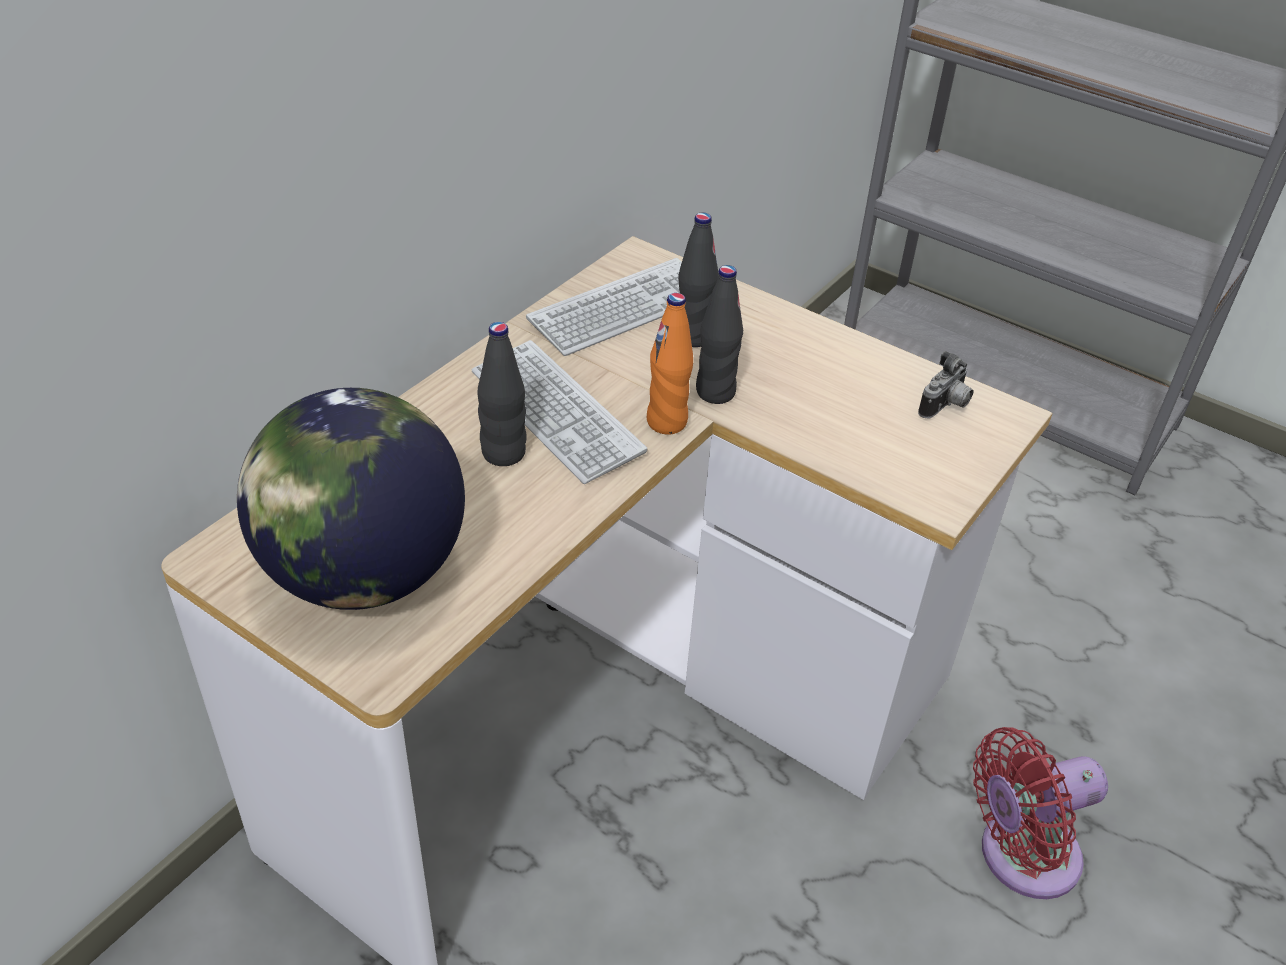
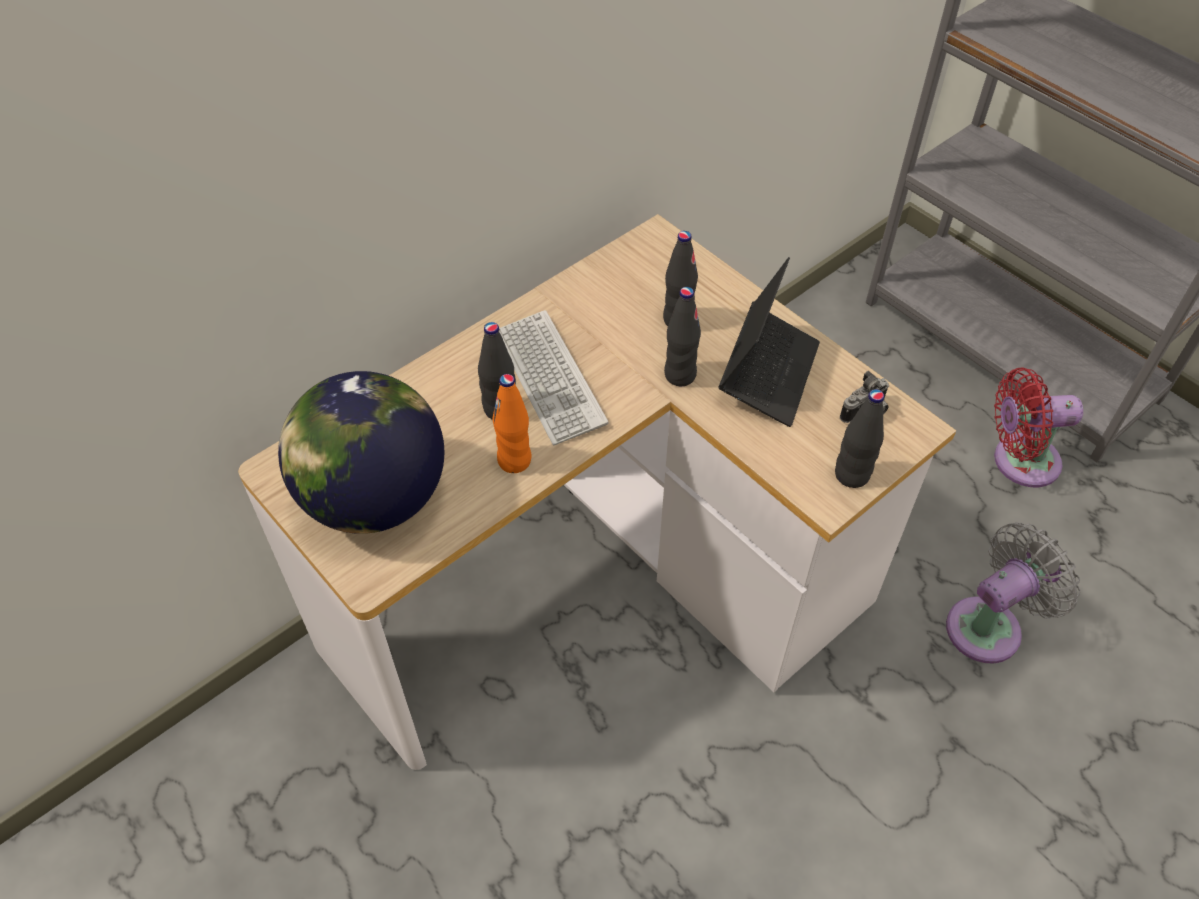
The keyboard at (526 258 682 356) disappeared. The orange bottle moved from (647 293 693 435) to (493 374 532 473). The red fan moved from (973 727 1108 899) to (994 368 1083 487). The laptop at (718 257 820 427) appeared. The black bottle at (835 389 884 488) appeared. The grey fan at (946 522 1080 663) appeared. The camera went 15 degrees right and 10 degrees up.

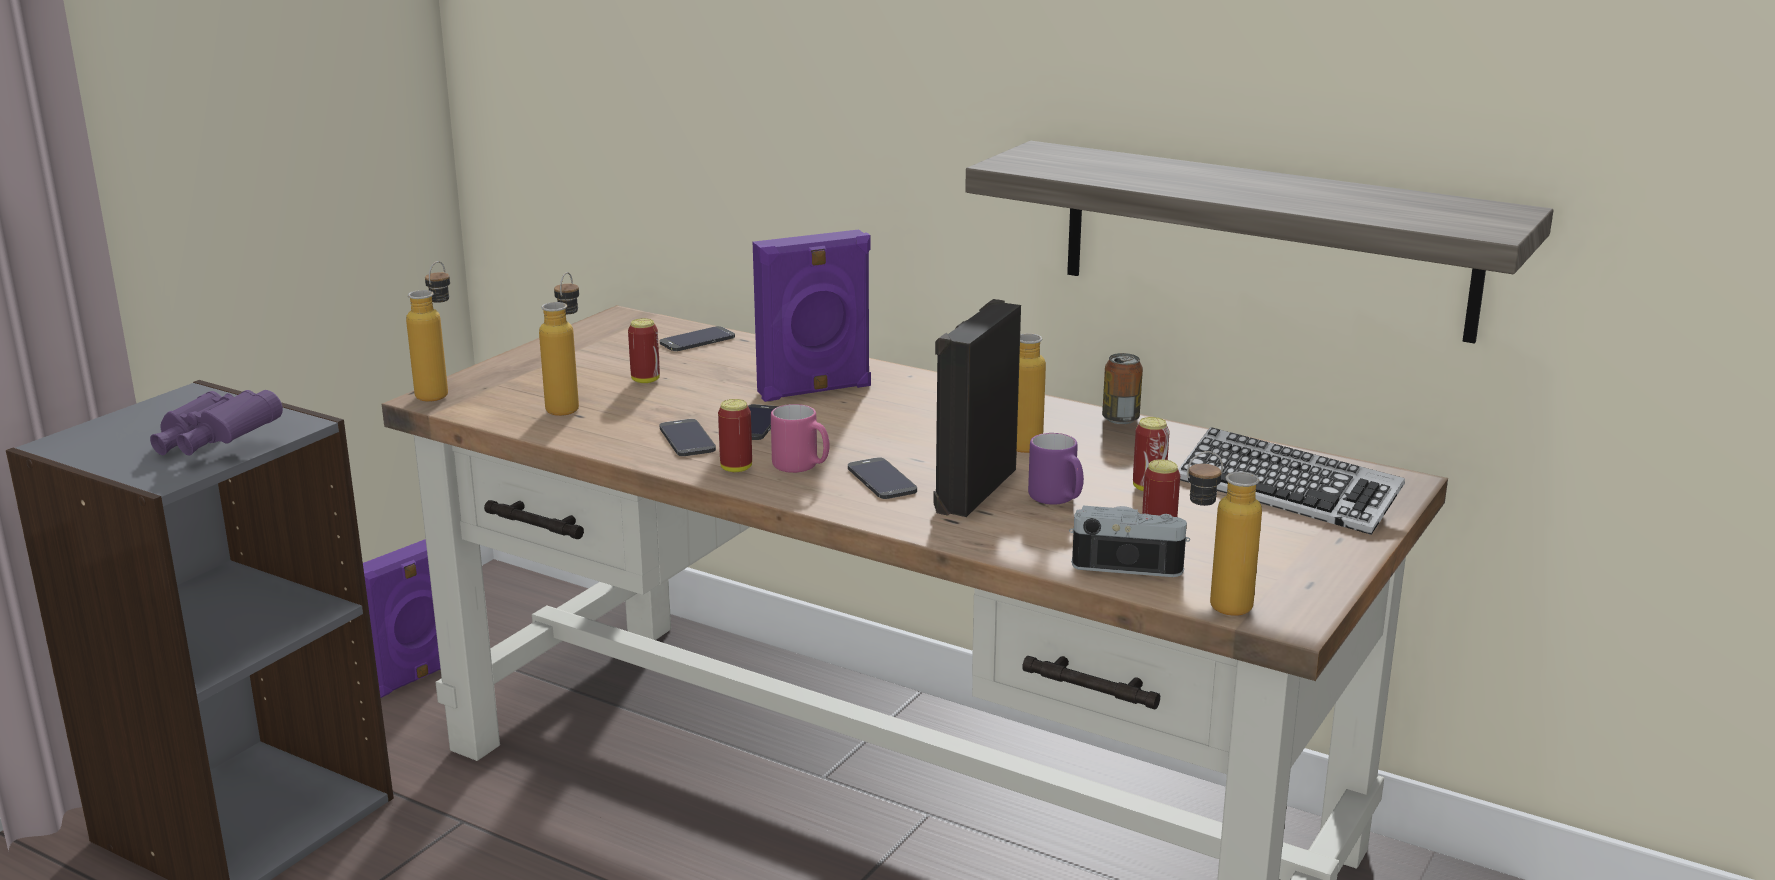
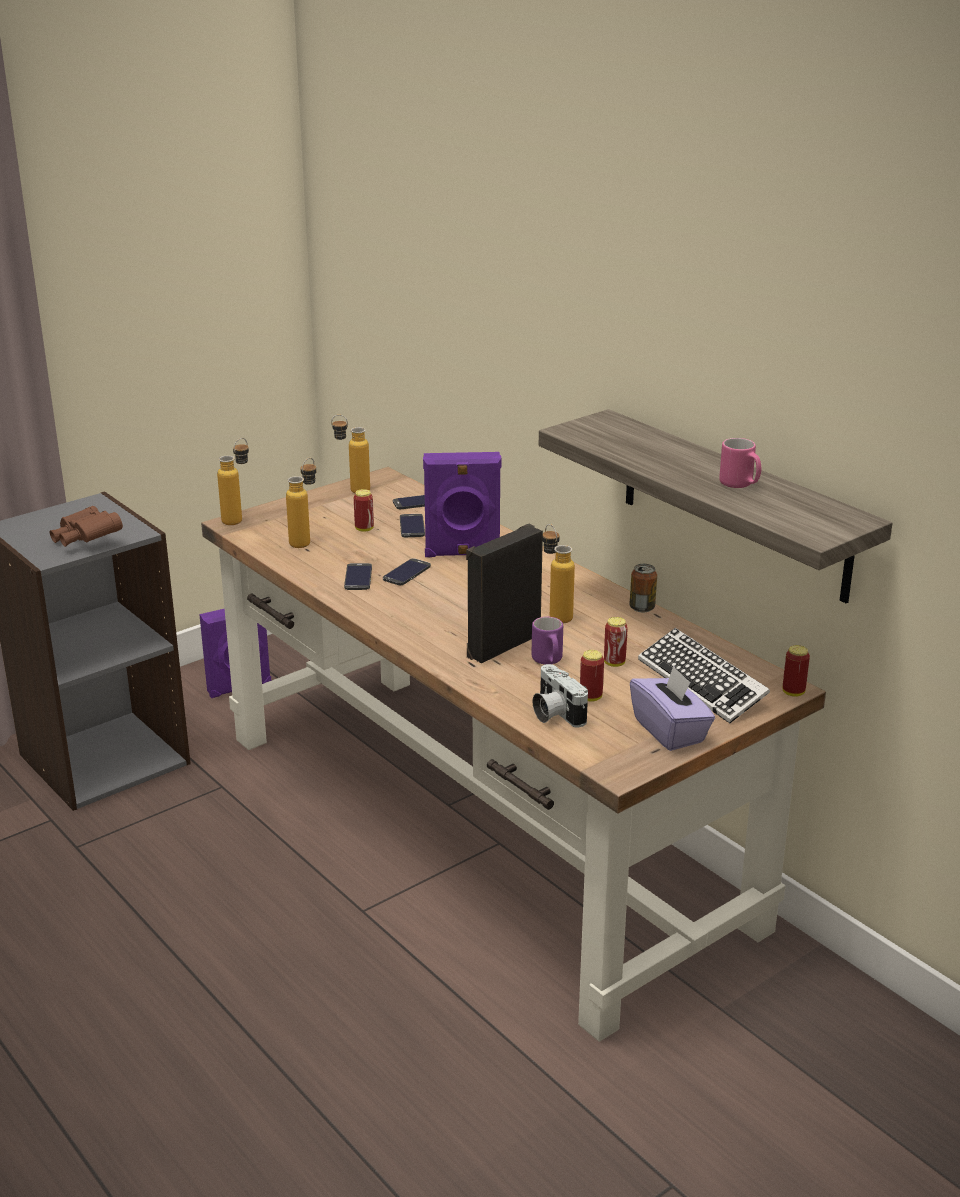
The purple binoculars at (150 390 283 456) became the brown binoculars at (50 506 123 547). The can moved from (718 399 752 472) to (783 645 810 697). The pink mug moved from (771 404 830 473) to (719 438 761 488). The phone moved from (848 457 917 499) to (400 514 425 537). The photo camera at (1069 506 1190 577) turned 150 degrees counterclockwise. The bottle moved from (1187 451 1262 616) to (331 415 370 493). The purple tissue box at (630 665 715 751) appeared. The camera went 20 degrees right and 5 degrees up.

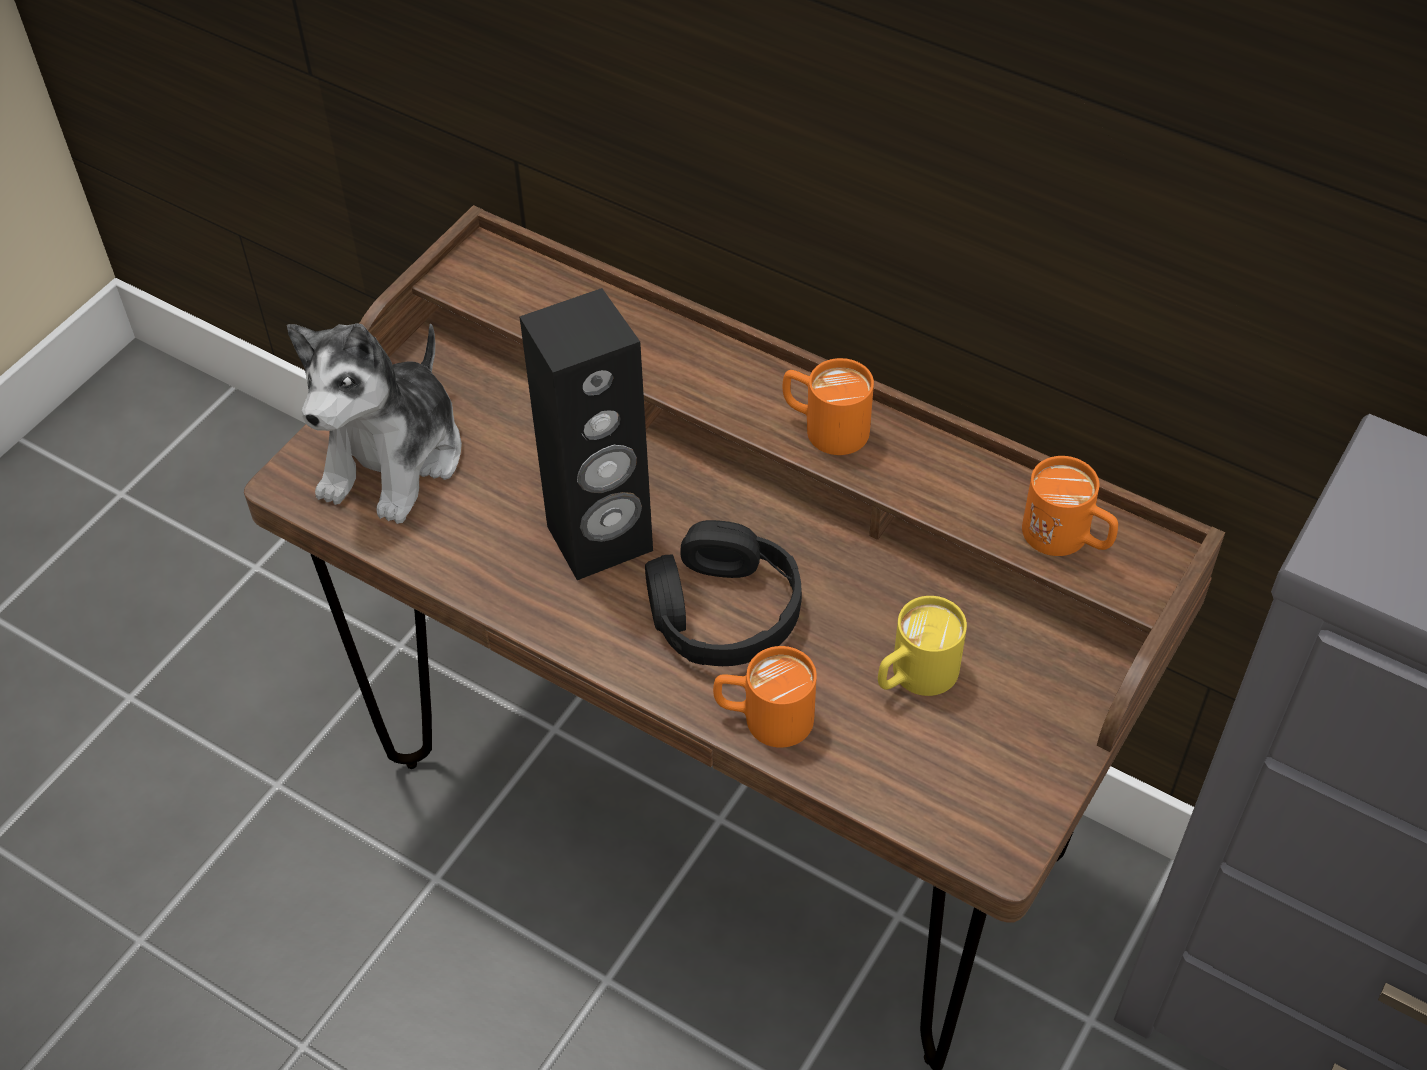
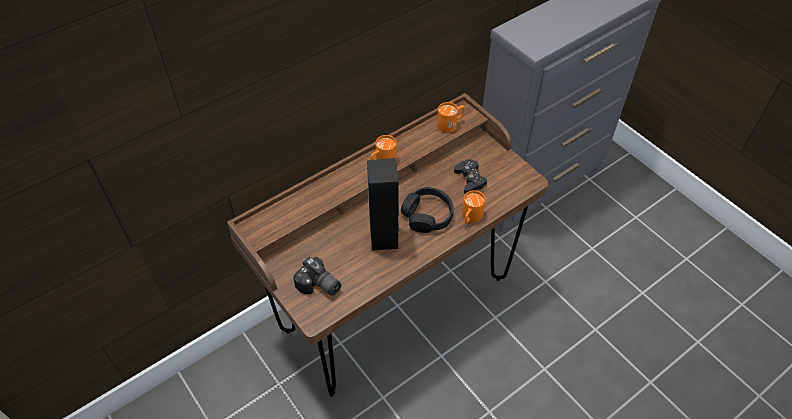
The plush toy at (287 323 462 524) was replaced by the photo camera at (293 256 341 296). The yellow mug at (878 596 967 696) was replaced by the black game controller at (454 159 487 194). The camera went 70 degrees left and 0 degrees up.

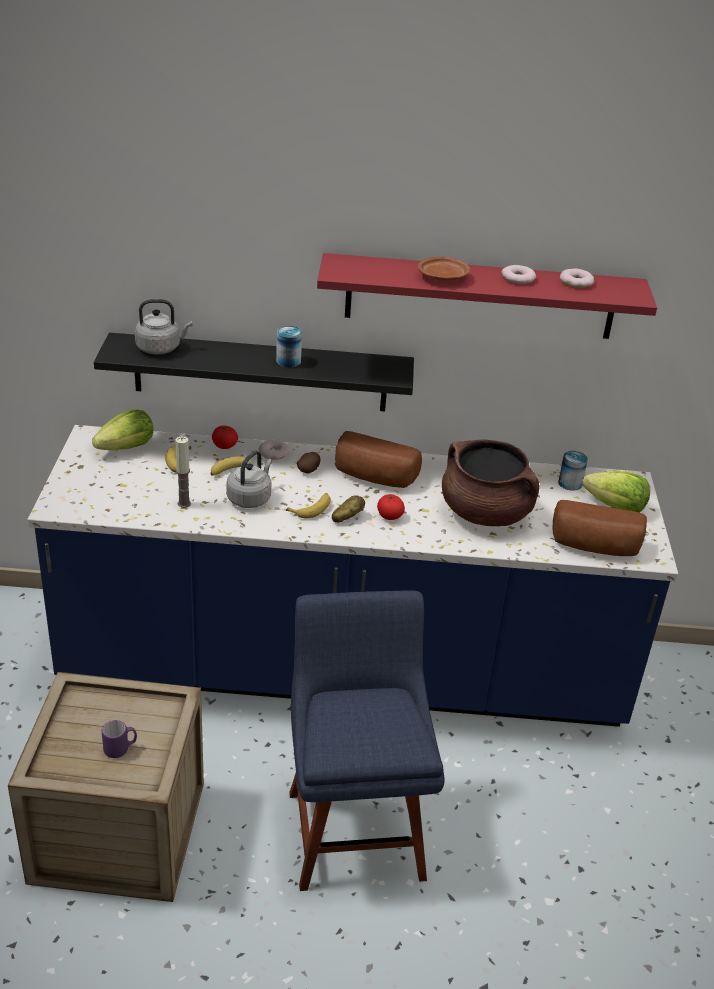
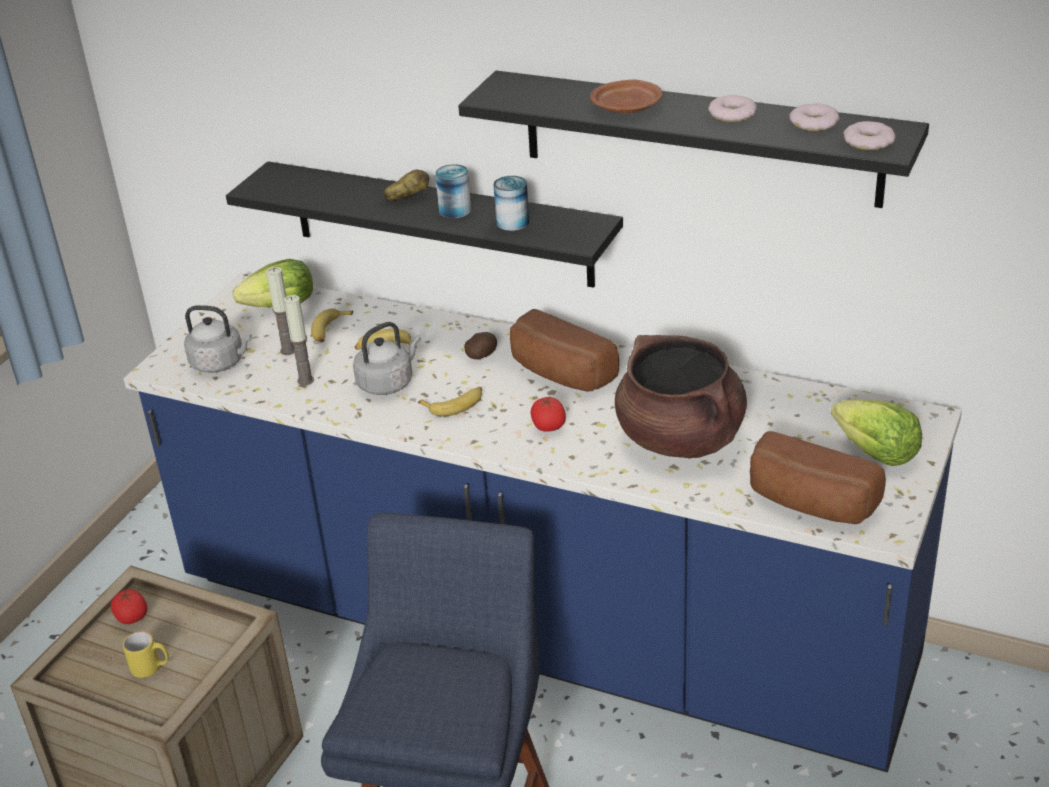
The purple mug at (102 720 137 758) became the yellow mug at (123 631 169 678). The grey kettle moved from (135 299 193 354) to (184 305 252 373). The tomato moved from (212 425 238 449) to (111 589 147 624). The donut moved from (258 440 290 460) to (843 121 896 150). The red shelf at (317 253 657 339) became the black shelf at (458 71 929 208). The potato moved from (332 495 365 523) to (384 170 429 201). The can moved from (558 451 588 491) to (494 176 529 231). The candle at (266 267 294 355) appeared. The camera went 25 degrees right and 0 degrees up.

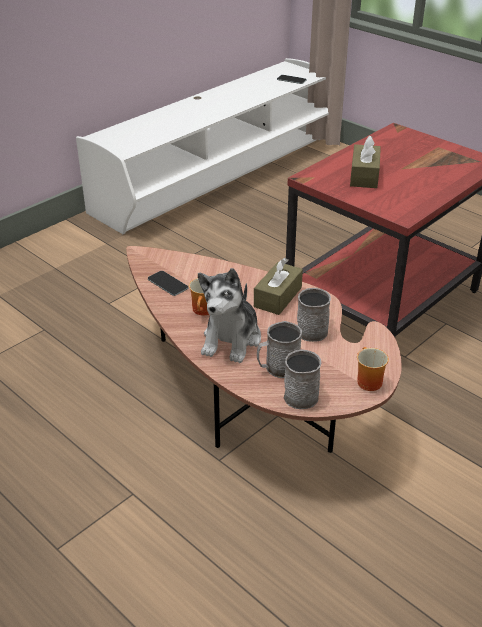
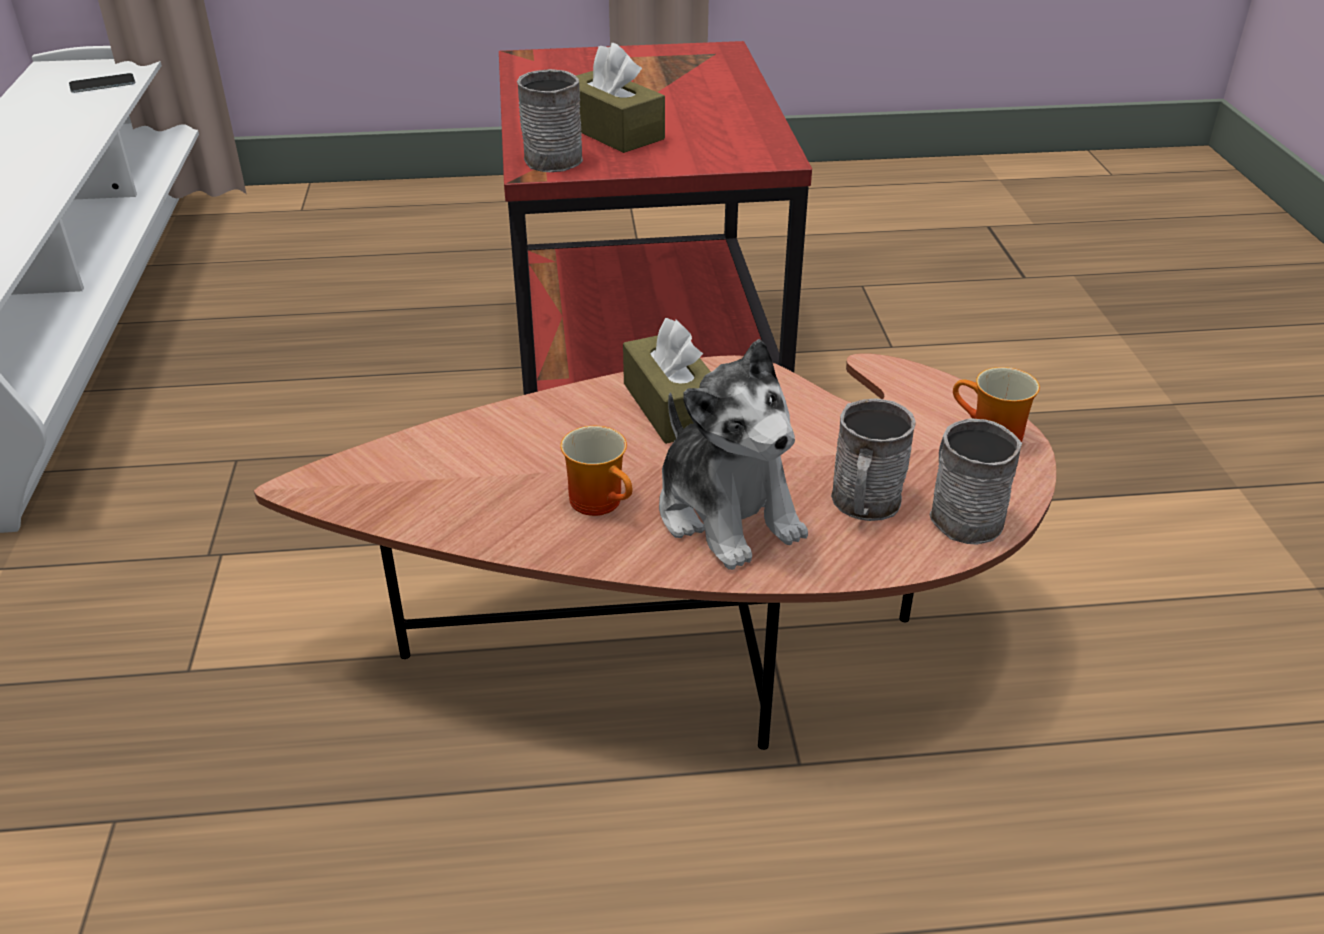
The phone at (148 271 188 296) disappeared. The grey mug moved from (297 288 331 342) to (517 69 583 172). The camera went 50 degrees left and 0 degrees up.

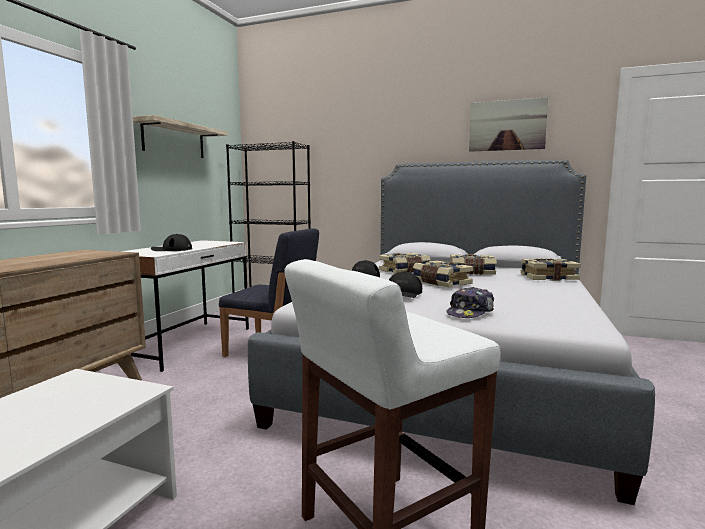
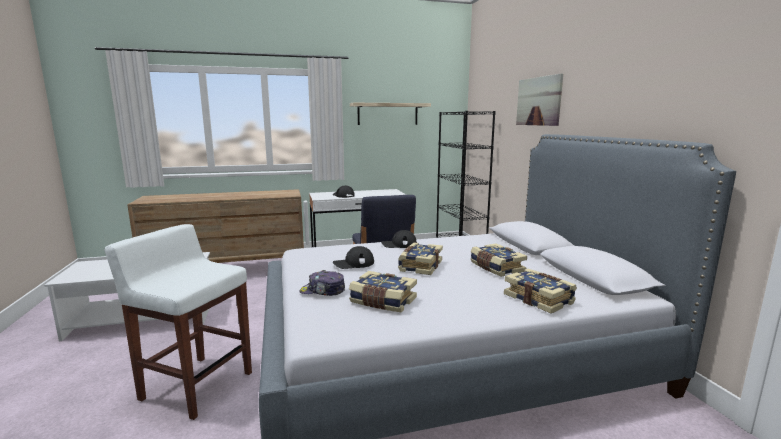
The book moved from (379 253 431 274) to (349 271 417 313). The picture moved from (469 97 548 152) to (516 73 563 126). The camera went 55 degrees right and 5 degrees up.

